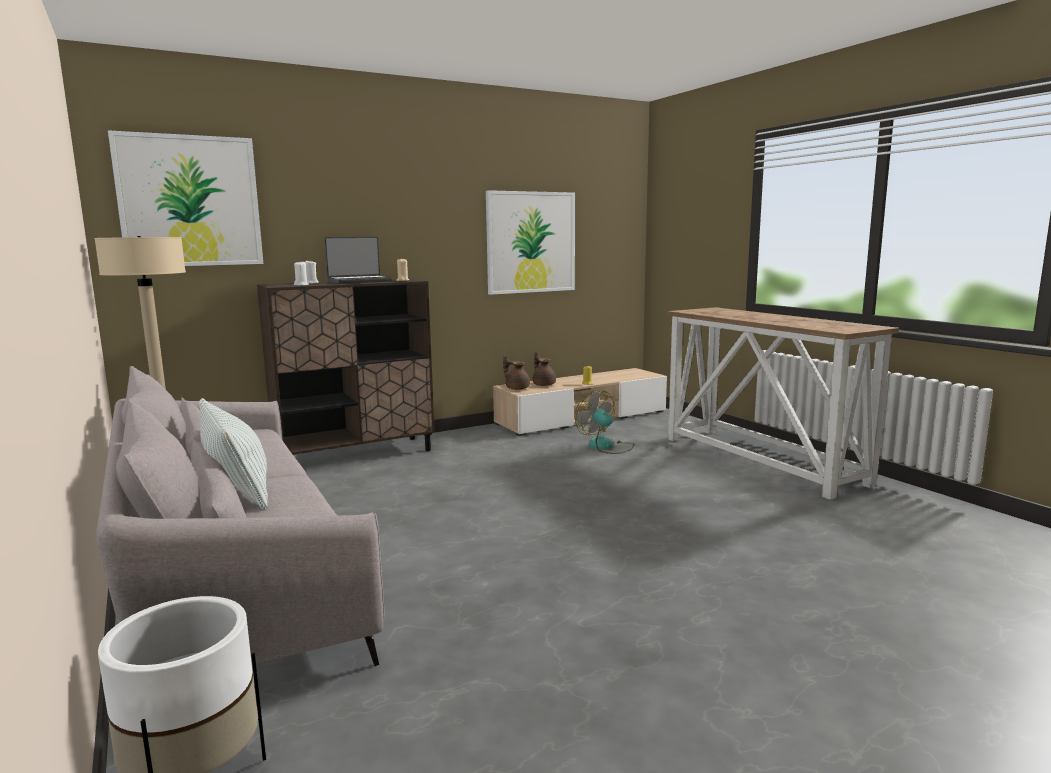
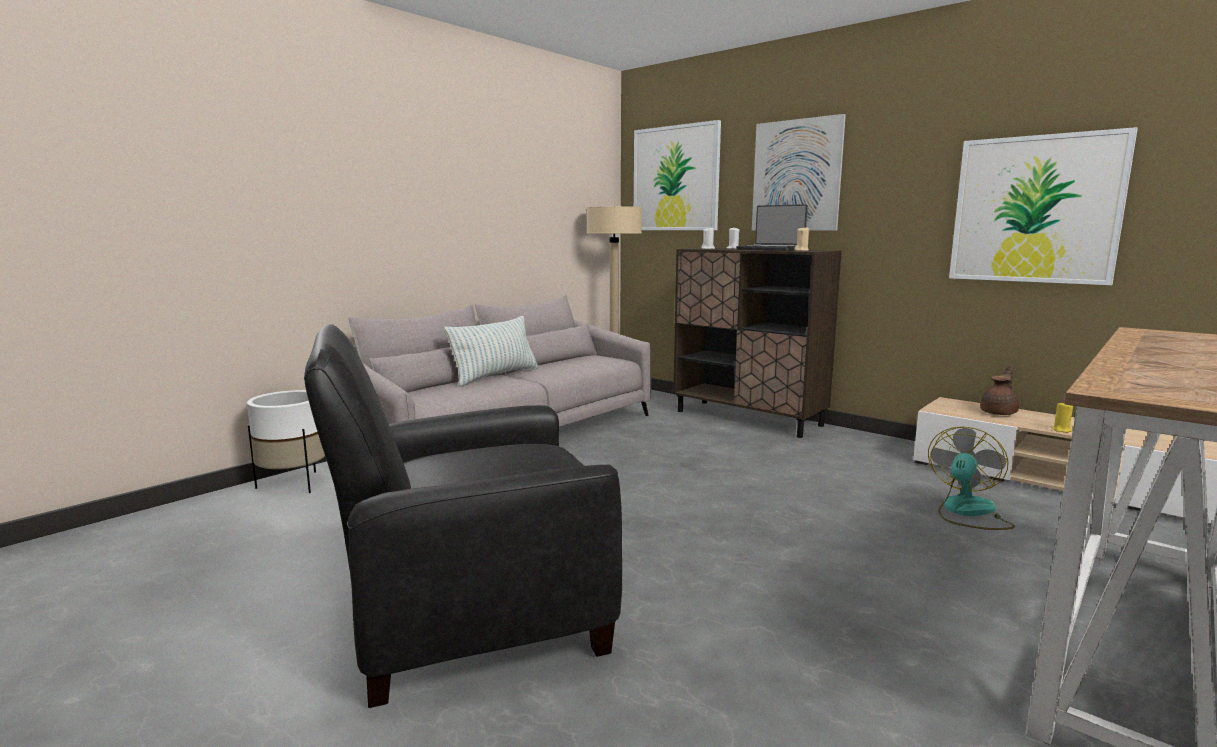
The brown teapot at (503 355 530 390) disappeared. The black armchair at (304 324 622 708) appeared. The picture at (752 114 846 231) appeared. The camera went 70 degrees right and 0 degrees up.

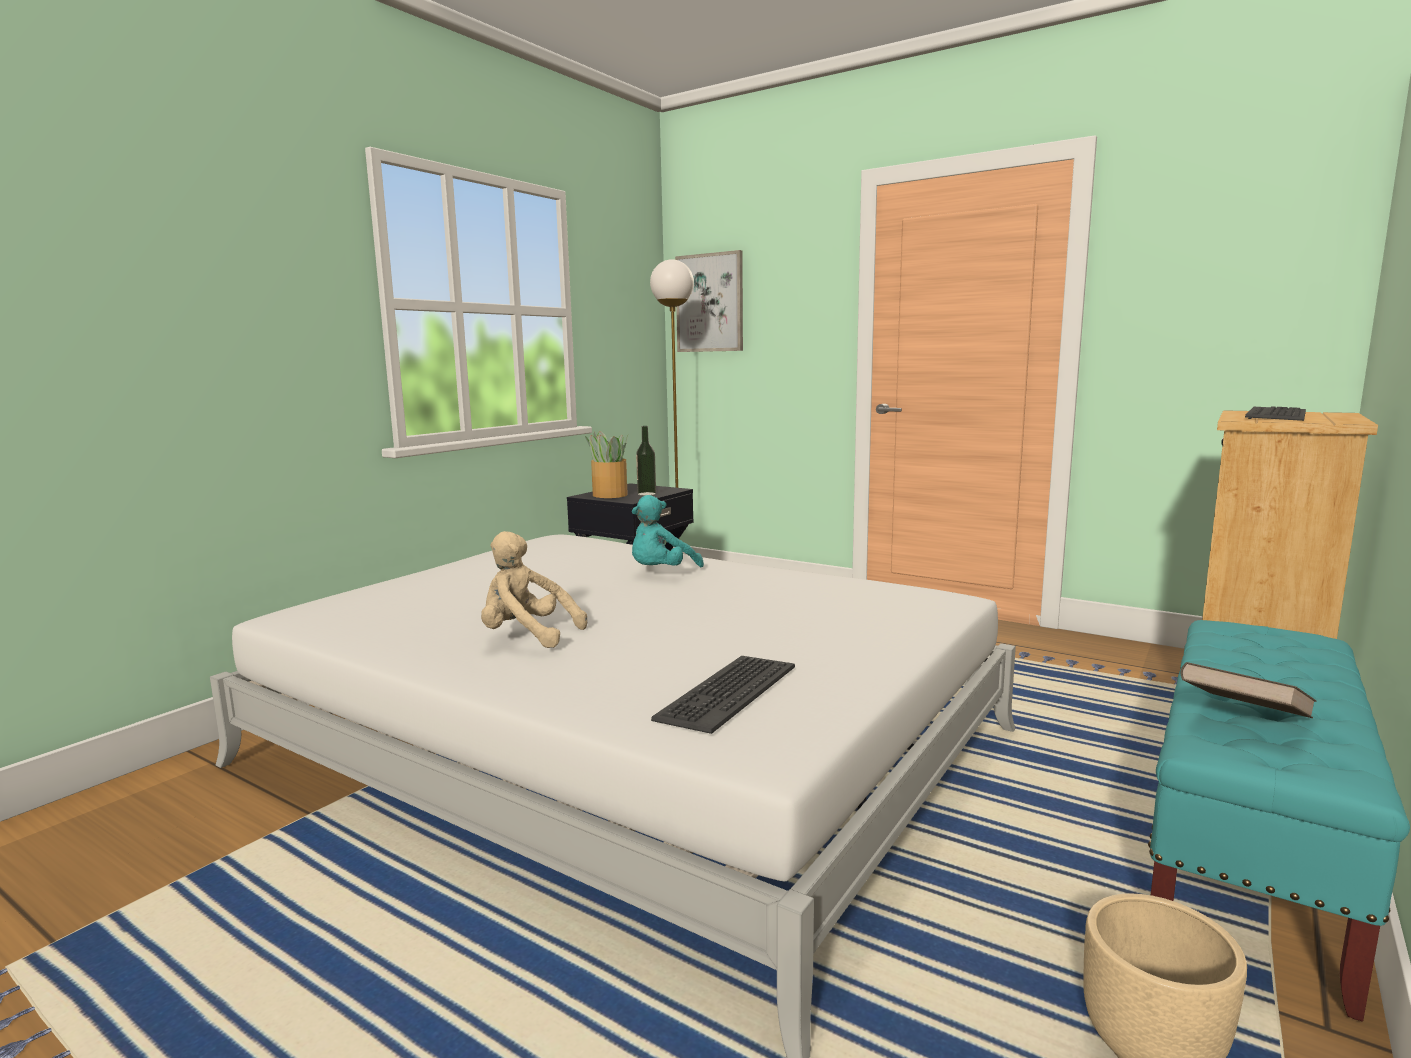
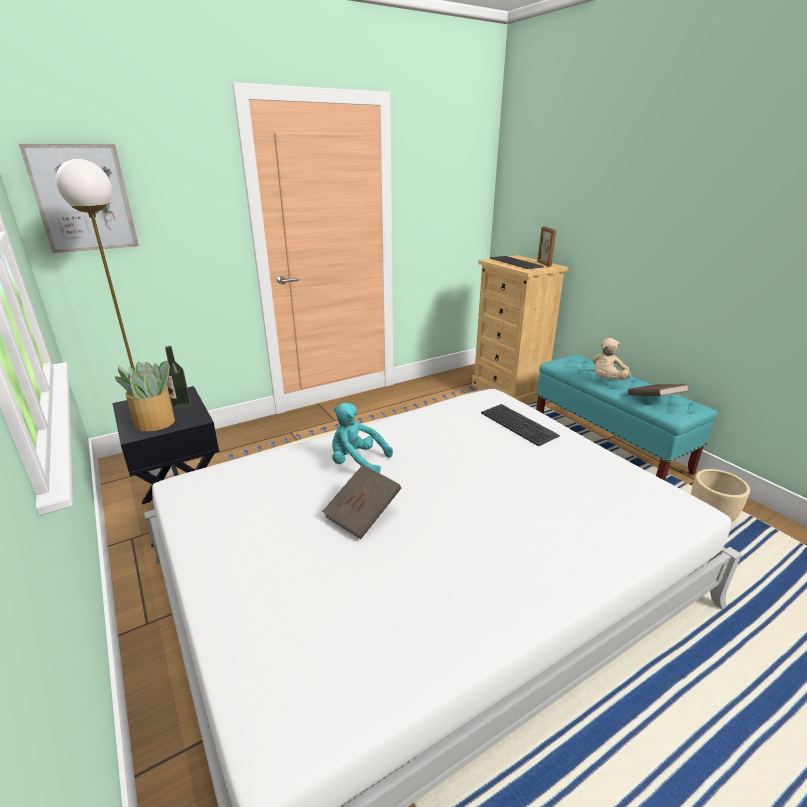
The beige plush toy moved from (481 531 587 648) to (593 338 631 380). The turquoise plush toy at (632 495 704 568) turned 135 degrees clockwise. The keyboard moved from (651 656 795 734) to (481 404 559 446). The brown book at (322 465 401 539) appeared. The picture frame at (537 227 556 267) appeared. The camera went 65 degrees left and 15 degrees up.

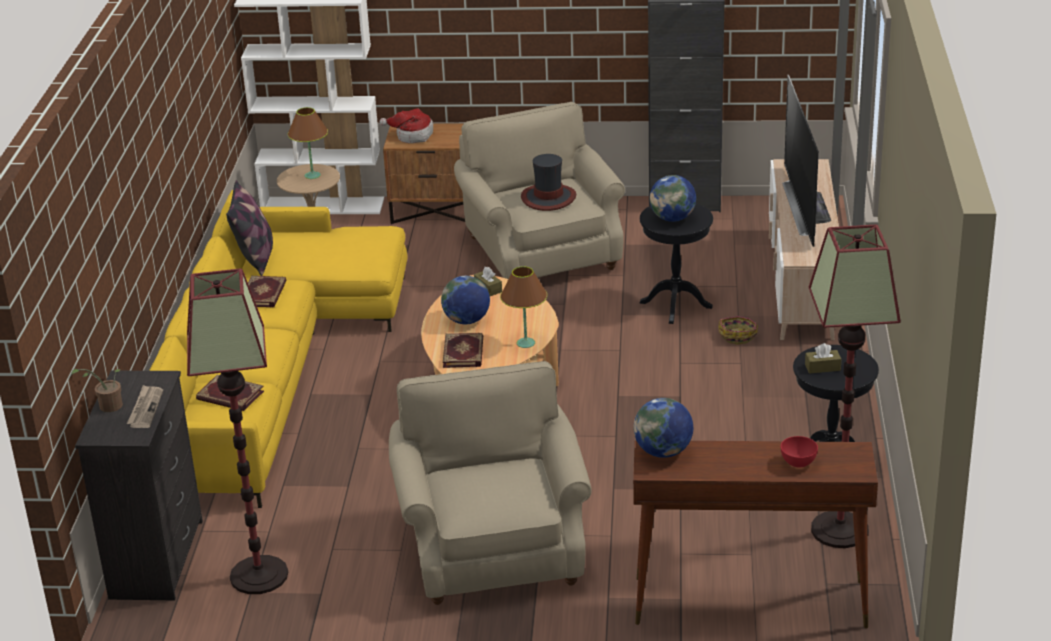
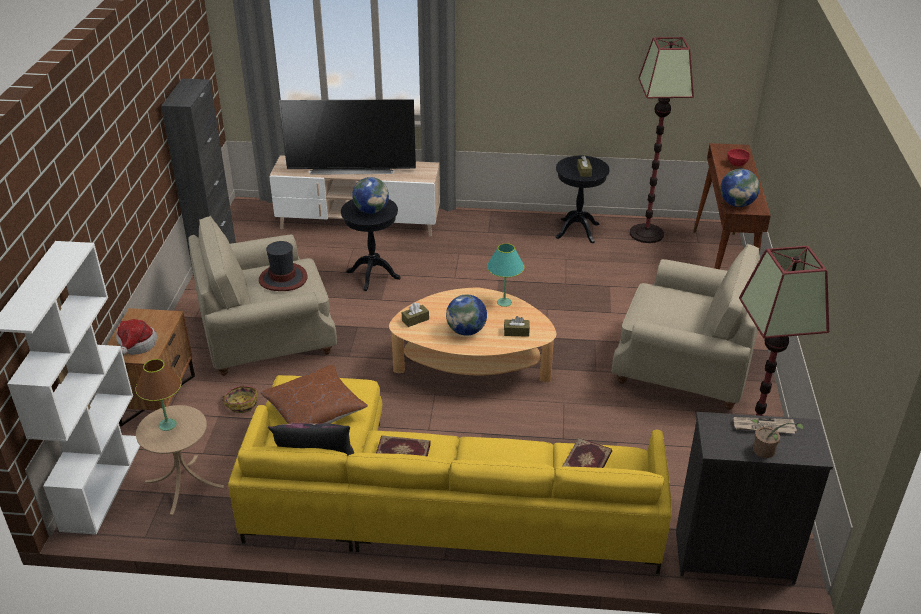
The beige armchair at (389 361 592 605) turned 150 degrees counterclockwise. The book at (443 333 483 368) was replaced by the brown tissue box at (504 316 530 337). The brown table lamp at (500 266 547 348) became the turquoise table lamp at (487 243 524 307). The basket moved from (718 316 758 345) to (221 385 258 413). The brown pillow at (261 364 368 424) appeared. The camera went 90 degrees left and 5 degrees up.

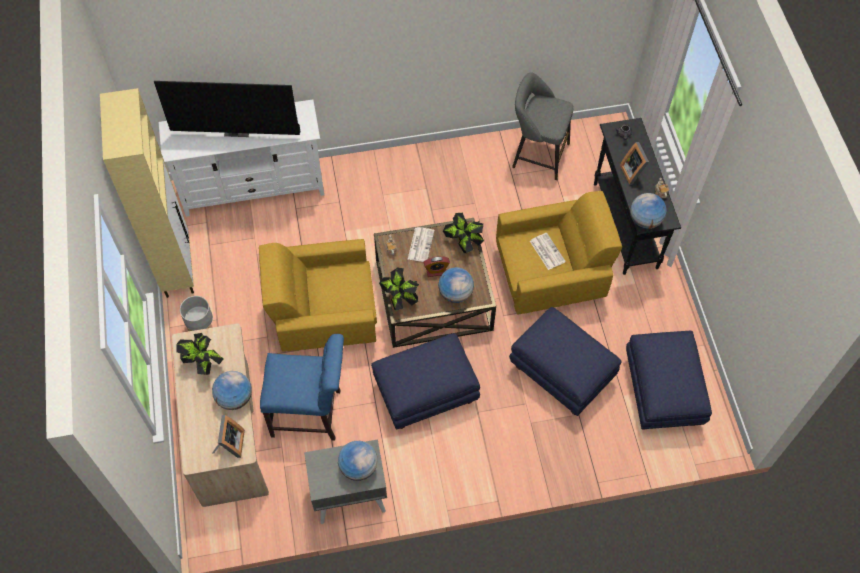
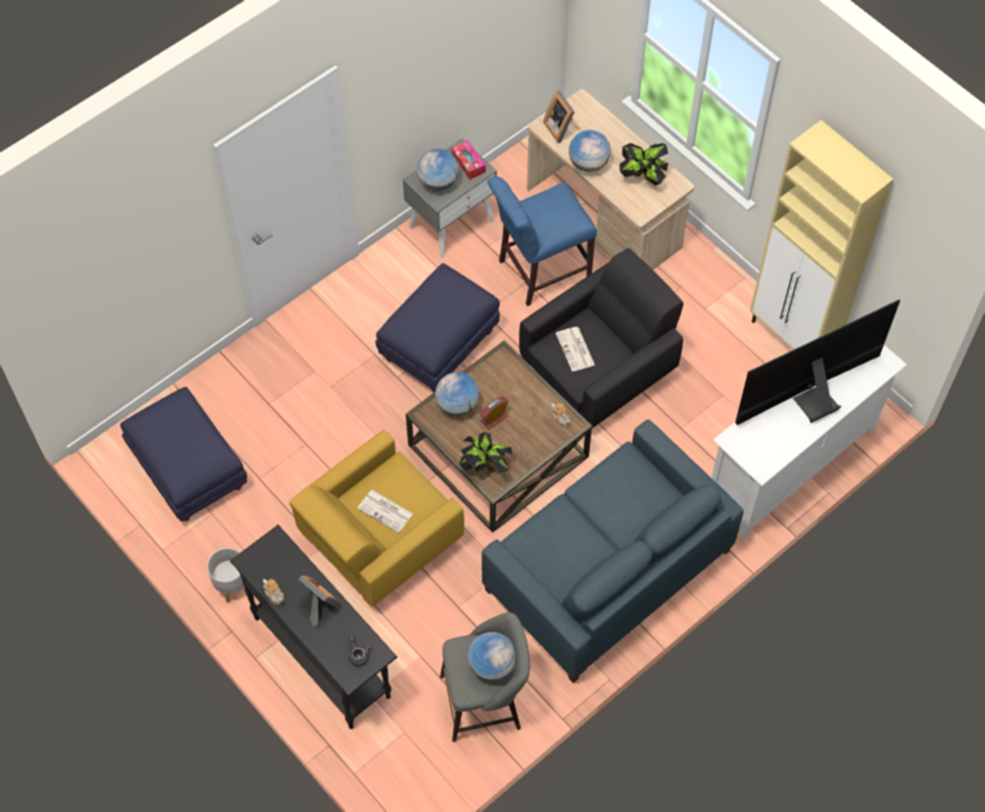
The grey planter moved from (180 296 213 331) to (207 548 244 603). The yellow armchair at (259 239 377 352) became the black armchair at (519 248 683 428). The potted plant at (379 267 419 311) disappeared. The newspaper moved from (408 227 435 262) to (556 327 595 372). The blue ottoman at (509 307 622 416) disappeared. The globe moved from (630 193 667 229) to (468 632 515 681). The tissue box at (452 140 486 180) appeared. The blue sofa at (482 419 744 683) appeared. The camera went 150 degrees right and 0 degrees up.

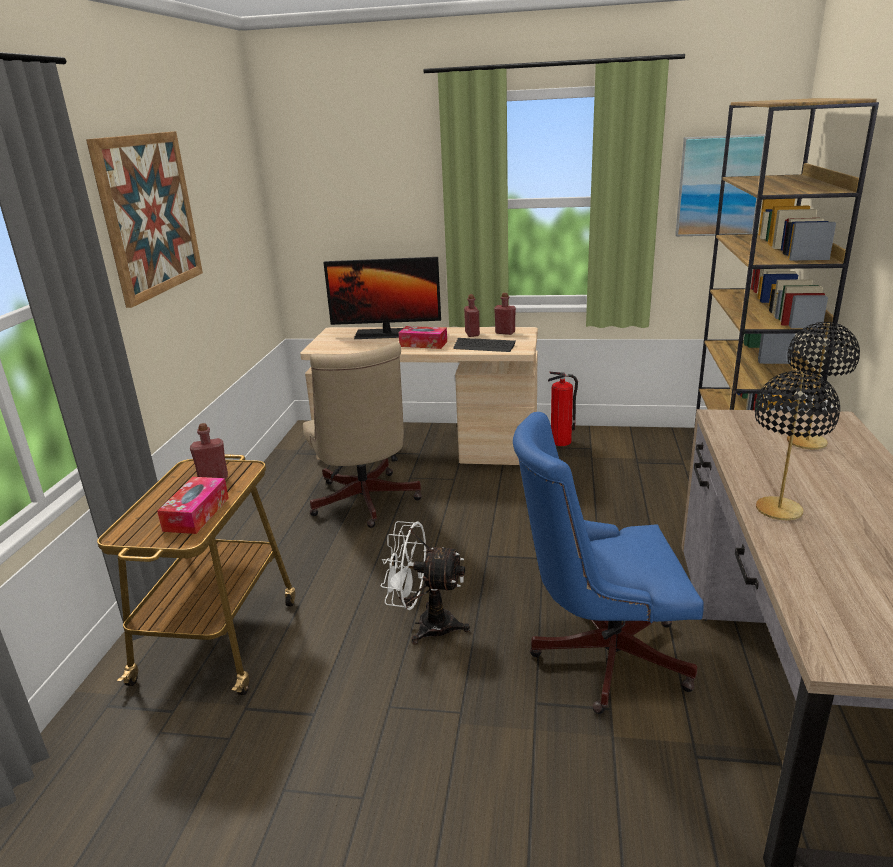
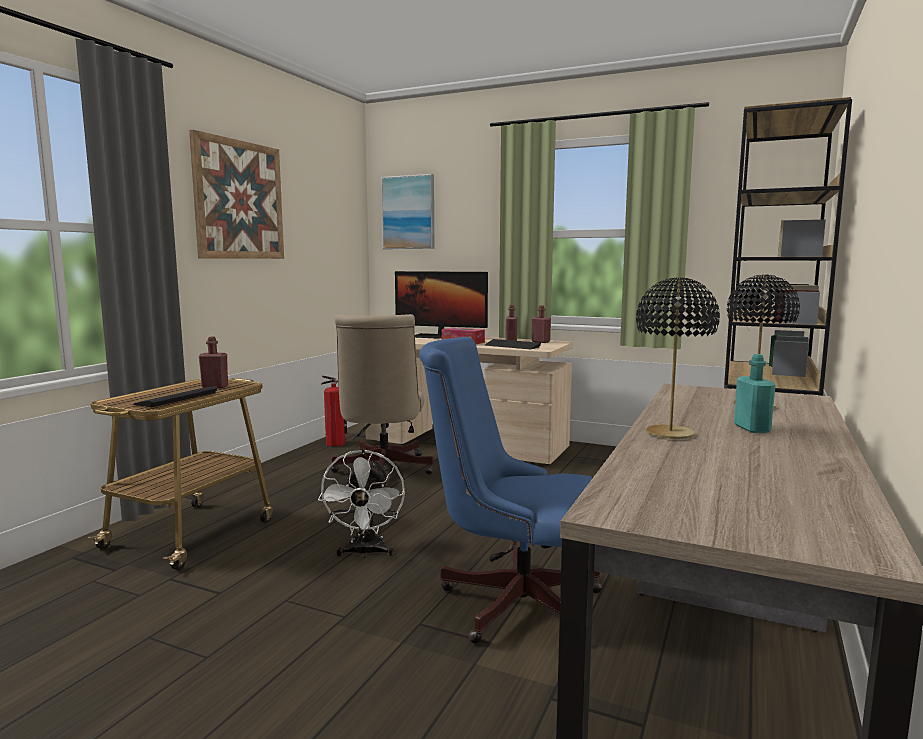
The tissue box at (157 477 229 534) was replaced by the keyboard at (133 386 218 407). The white fan at (381 521 470 644) turned 120 degrees counterclockwise. The fire extinguisher moved from (548 372 578 446) to (321 376 347 446). The picture moved from (675 134 765 236) to (381 174 434 249). The turquoise bottle at (734 354 776 433) appeared. The camera went 15 degrees right and 15 degrees down.

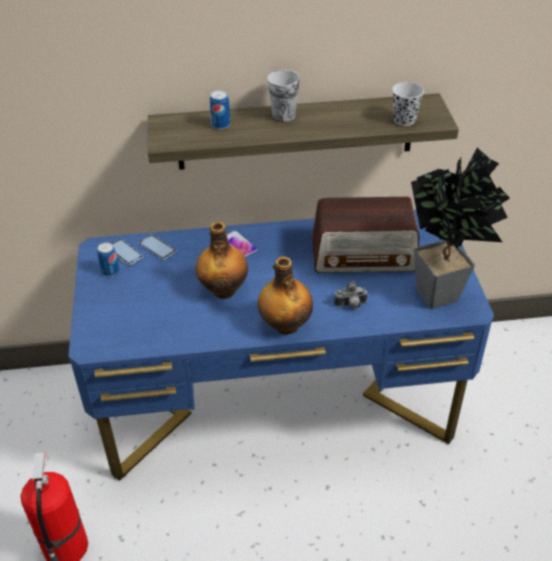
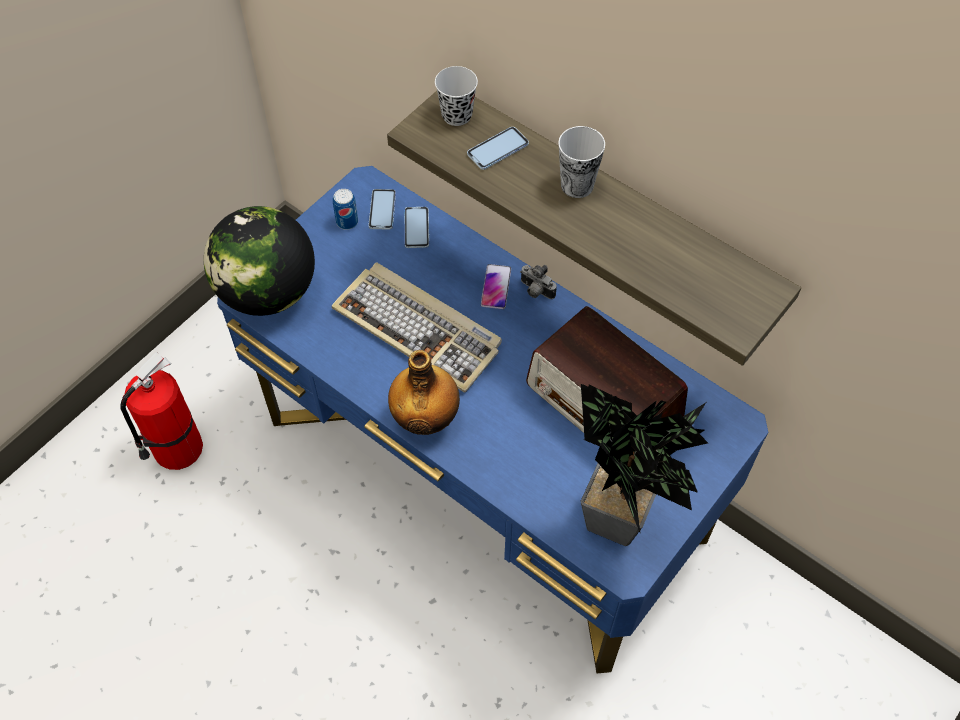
The bottle at (196 221 248 299) was replaced by the keyboard at (332 262 502 393). The can at (210 91 230 130) was replaced by the phone at (467 127 529 170). The photo camera moved from (334 280 368 309) to (520 265 557 299). The black cup moved from (392 82 424 126) to (435 66 478 126). The globe at (204 206 315 316) appeared. The camera went 45 degrees right and 15 degrees up.

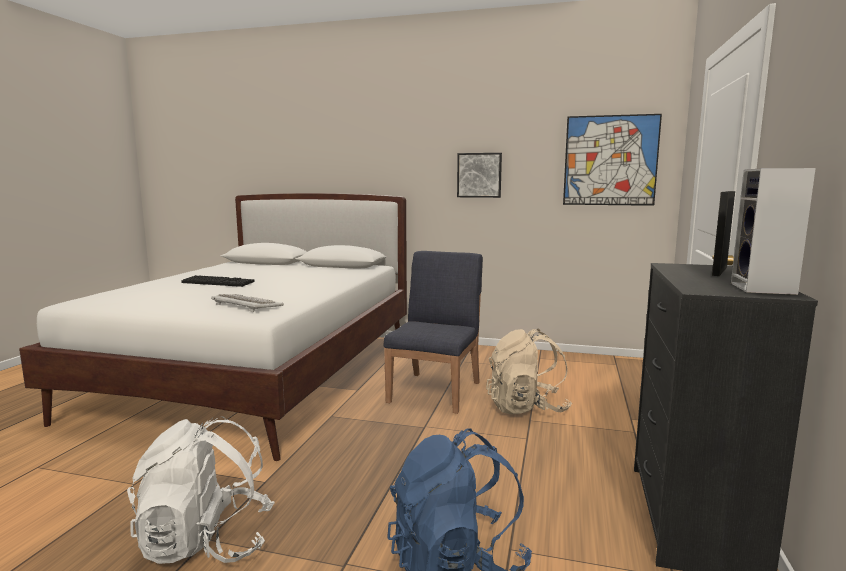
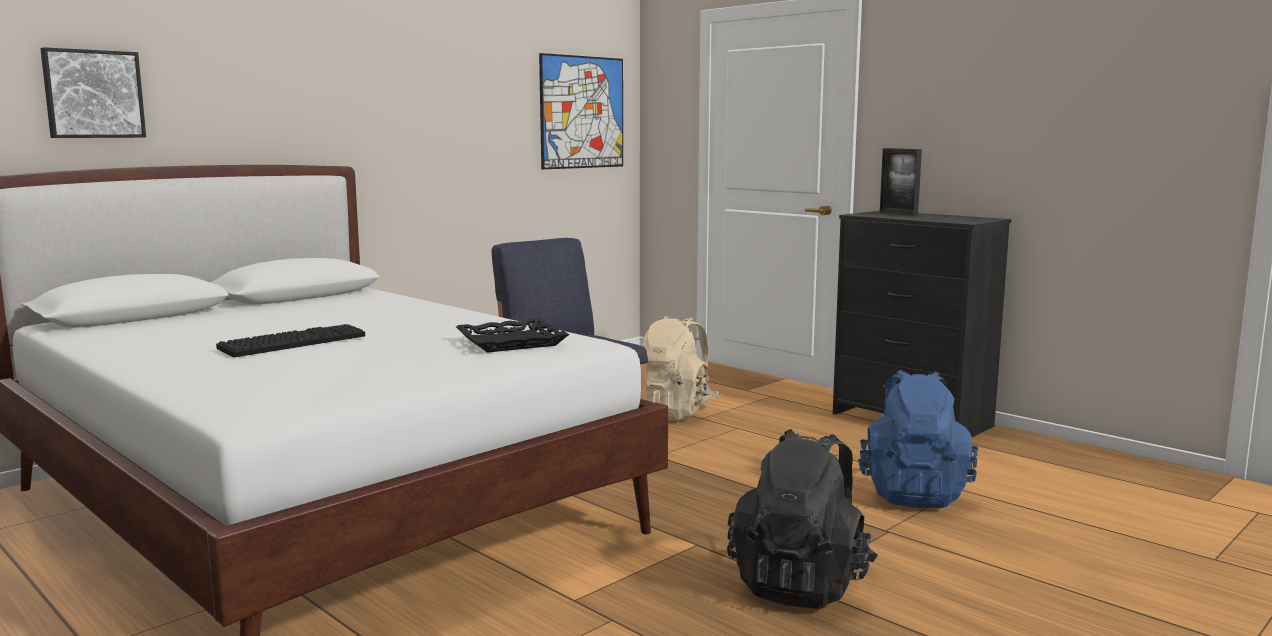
The white backpack at (127 417 275 564) became the black backpack at (727 429 878 609). The keyboard at (211 294 284 312) was replaced by the black tray at (456 318 569 353). The picture moved from (457 153 502 198) to (40 47 146 138). The speaker at (731 168 816 295) disappeared. The camera went 60 degrees left and 0 degrees up.

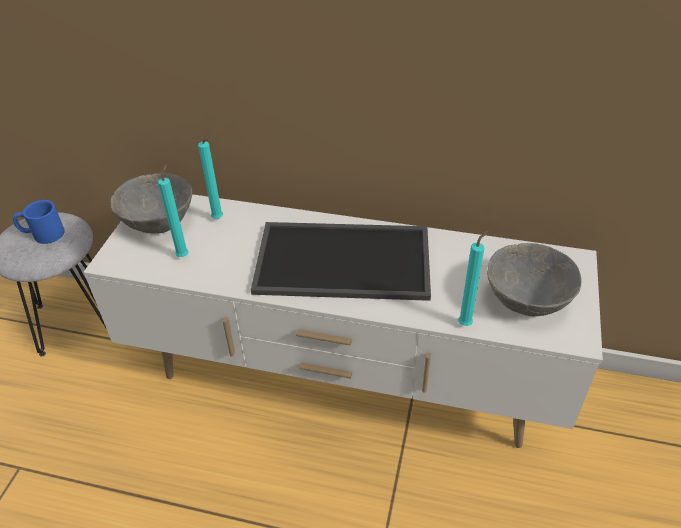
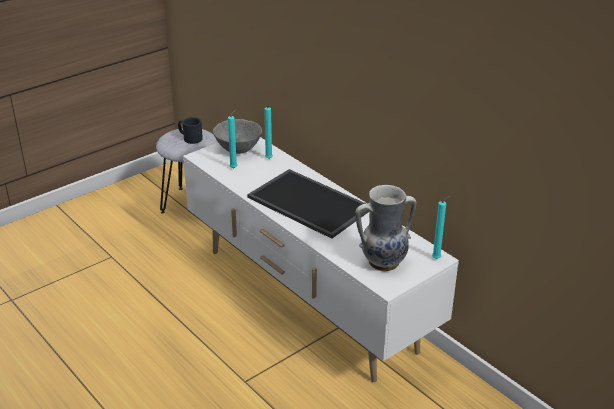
The blue mug at (13 200 65 244) became the black mug at (178 117 203 144). The turquoise candle moved from (458 230 488 326) to (432 196 451 259). The grey bowl at (487 243 581 316) was replaced by the vase at (356 185 417 271). The camera went 35 degrees right and 10 degrees down.

